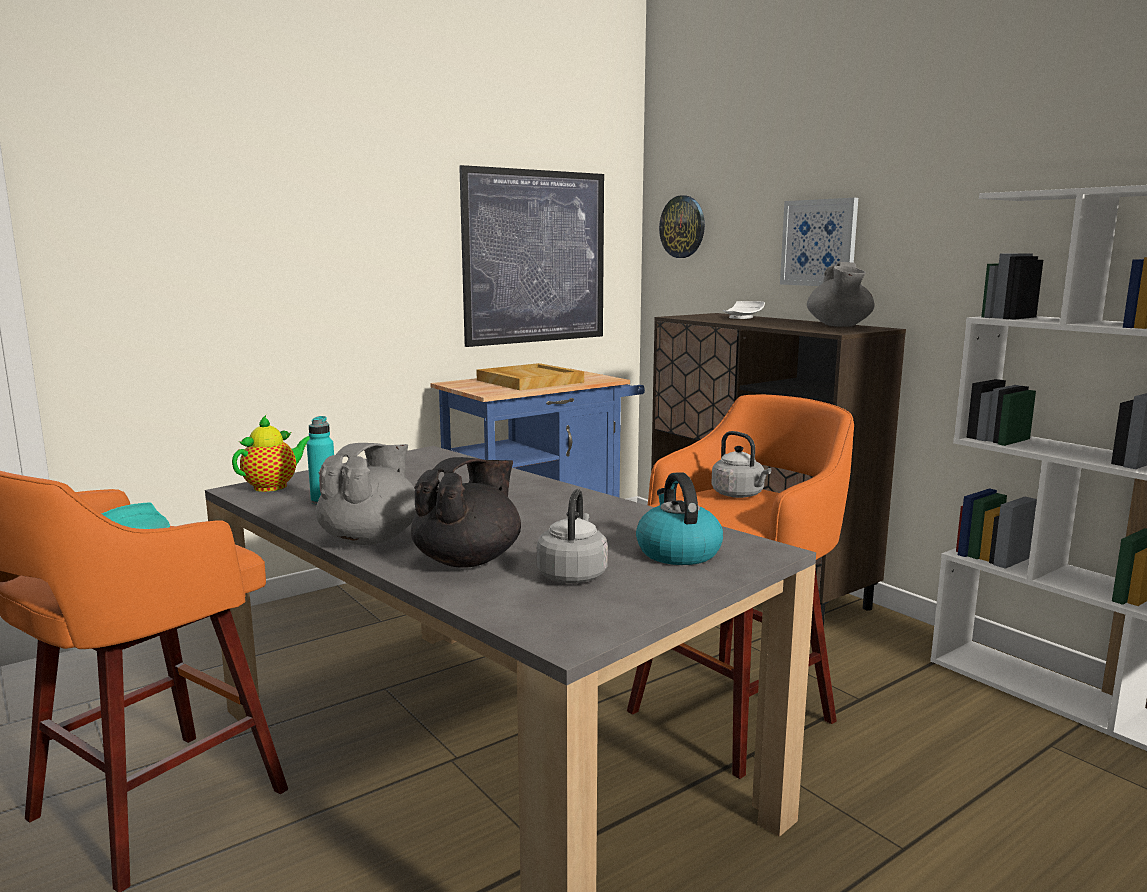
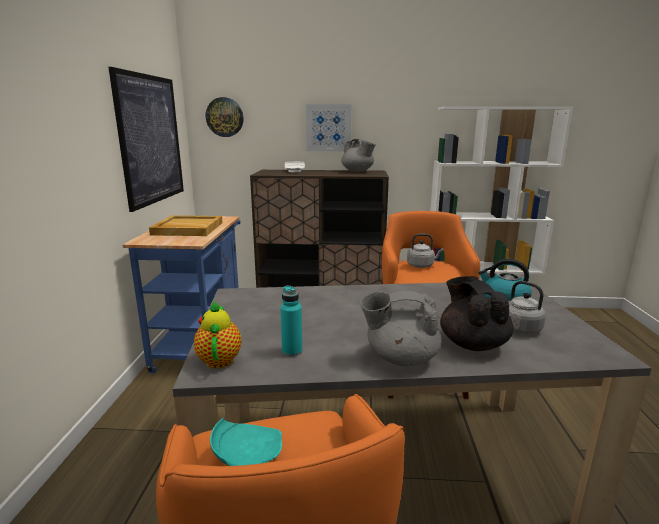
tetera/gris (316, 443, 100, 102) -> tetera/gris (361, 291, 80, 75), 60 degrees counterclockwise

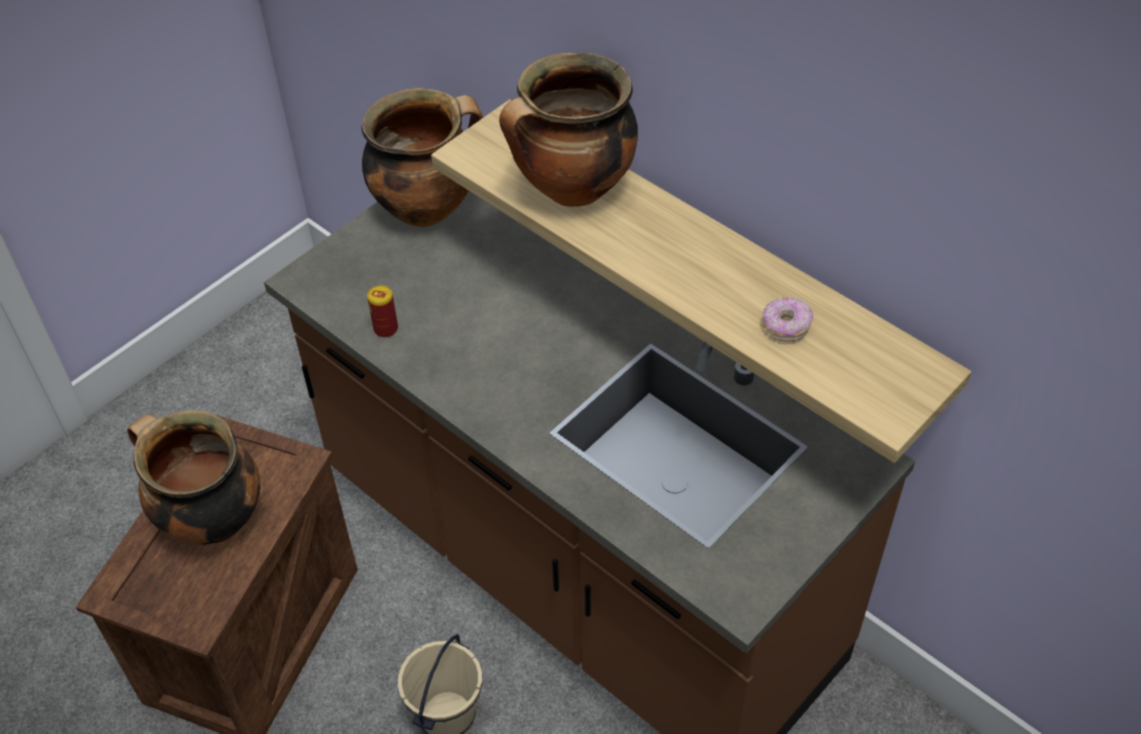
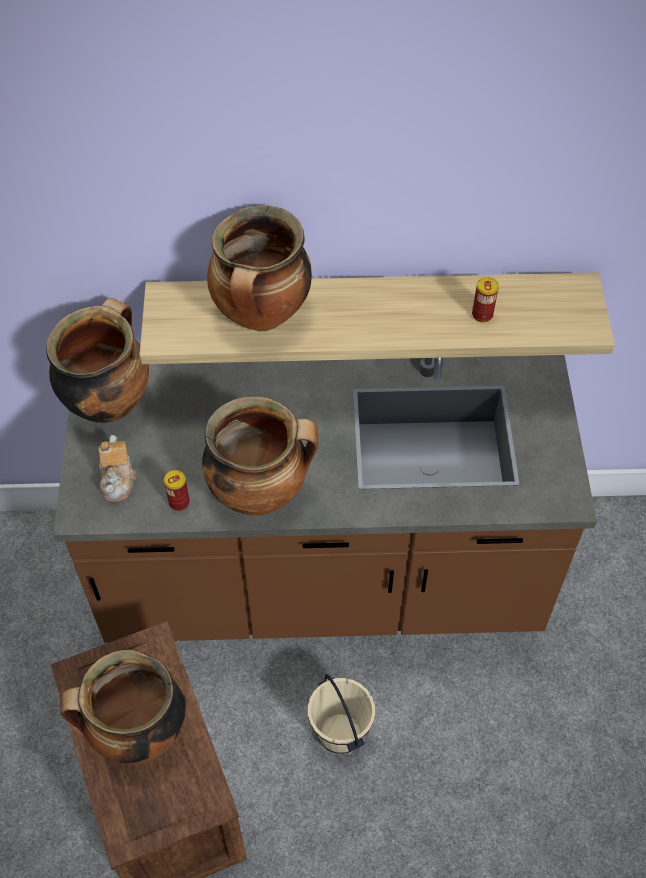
none -> tetera (98, 435, 38, 67)
none -> olla (202, 396, 116, 120)
rosquilla (763, 297, 50, 45) -> lata (472, 277, 27, 45)

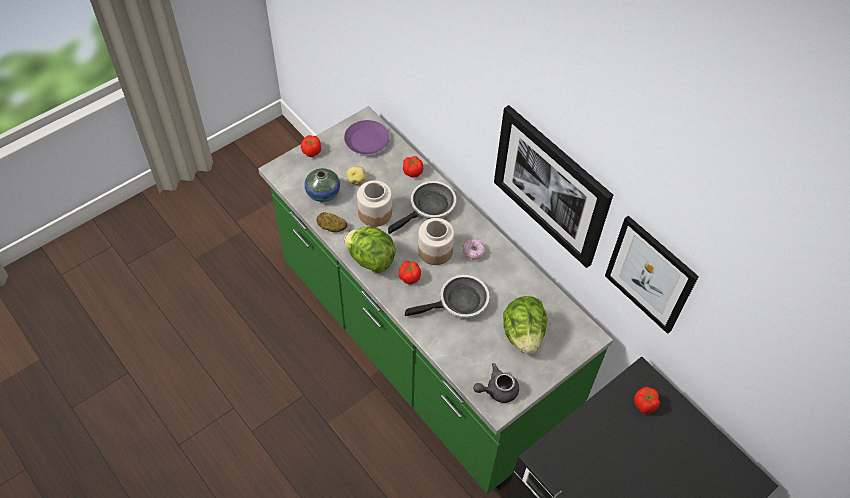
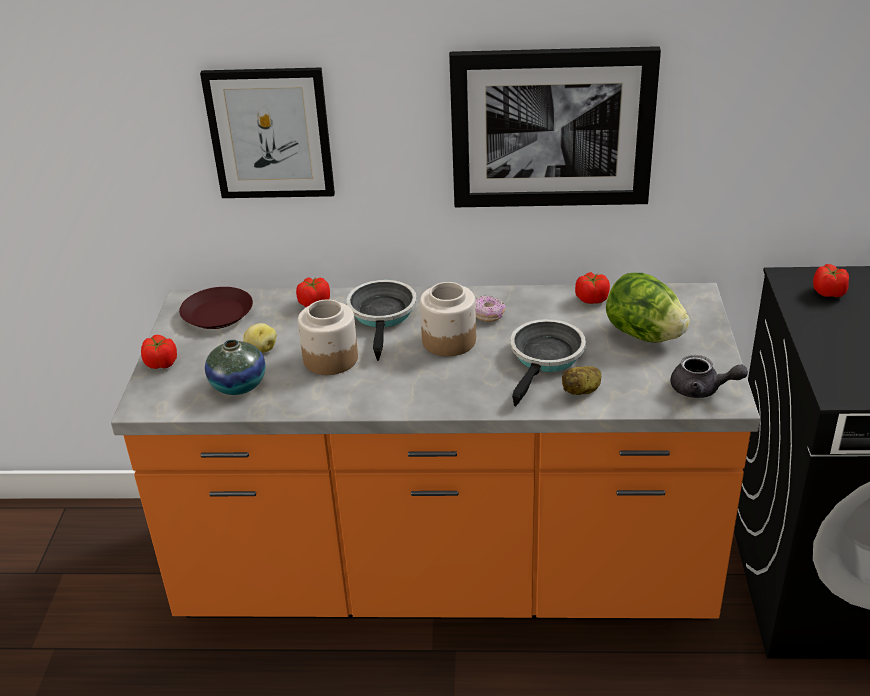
lechuga (344, 226, 52, 47) -> none
patata (317, 212, 30, 20) -> patata (562, 366, 39, 29), move
tomate (399, 261, 22, 24) -> tomate (575, 272, 35, 32), move
cuadro (605, 216, 94, 118) -> cuadro (200, 68, 135, 130), move
mueble bajo de cocina/verde (258, 106, 355, 388) -> mueble bajo de cocina/naranja (111, 283, 649, 337)
plato/morado (344, 120, 46, 34) -> plato/marrón (179, 287, 74, 42)
tetera/gris (473, 363, 46, 40) -> tetera/gris (671, 355, 77, 43), 90 degrees counterclockwise

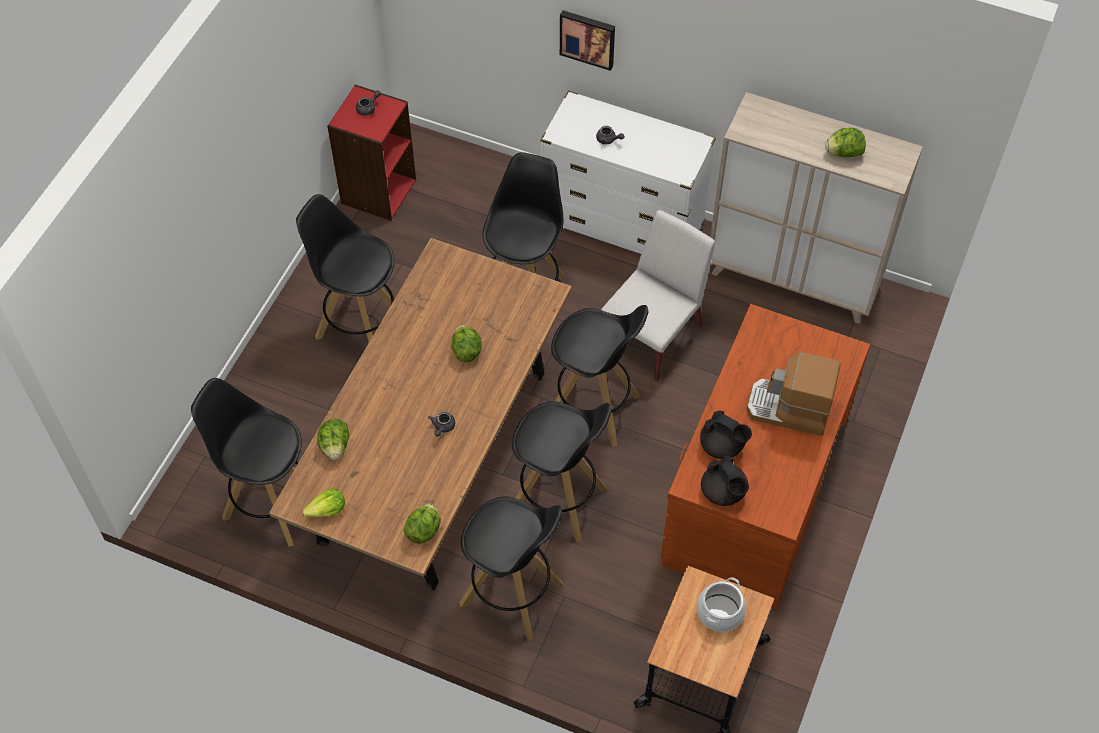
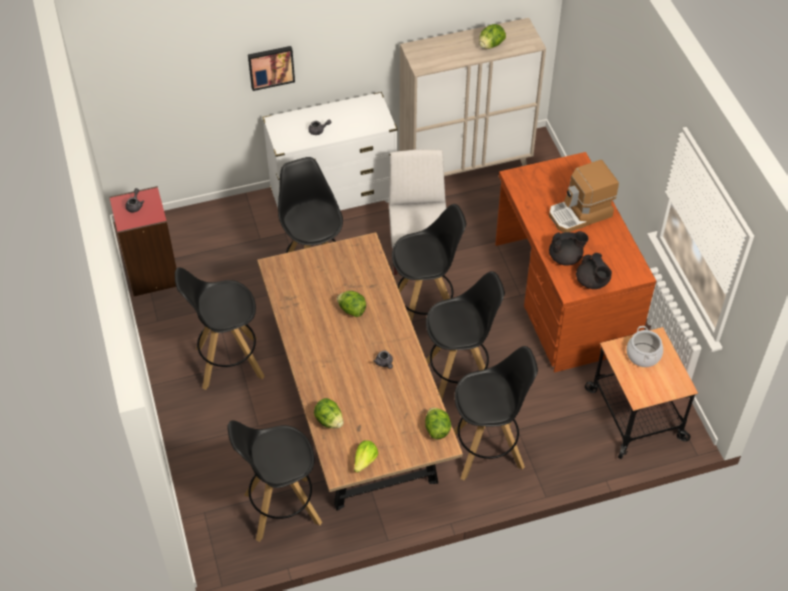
tetera/negro (701, 456, 48, 50) -> tetera/negro (576, 253, 36, 36), 45 degrees clockwise

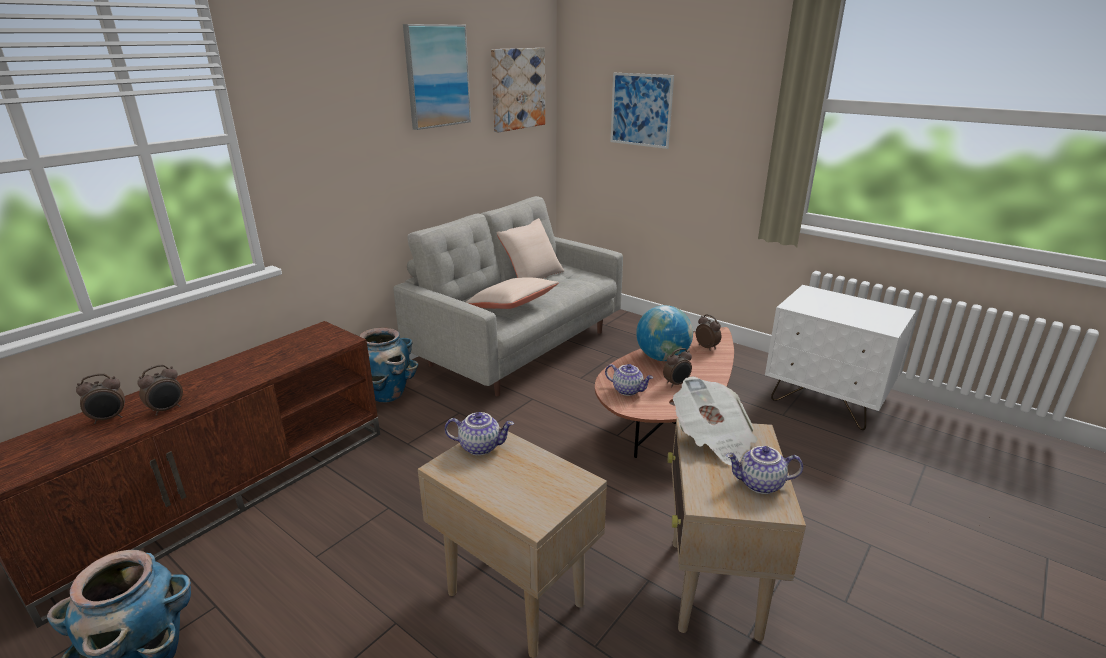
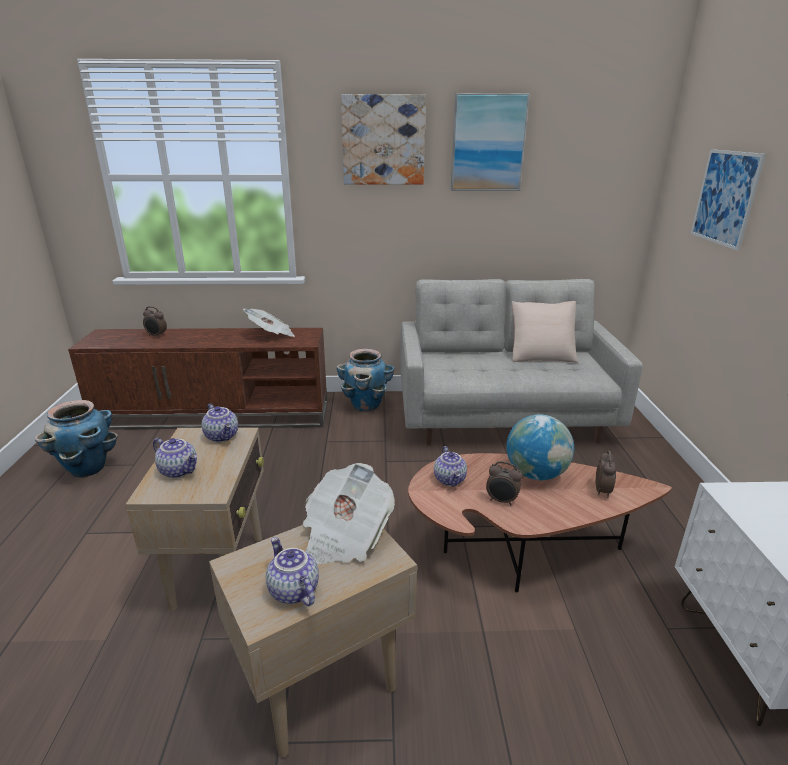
despertador (137, 365, 46, 51) -> none
cojín/beis (466, 277, 93, 32) -> none
none -> tetera (153, 438, 44, 40)
none -> periódico (243, 309, 52, 28)
cuadro (491, 48, 54, 84) -> cuadro (341, 94, 85, 91), move

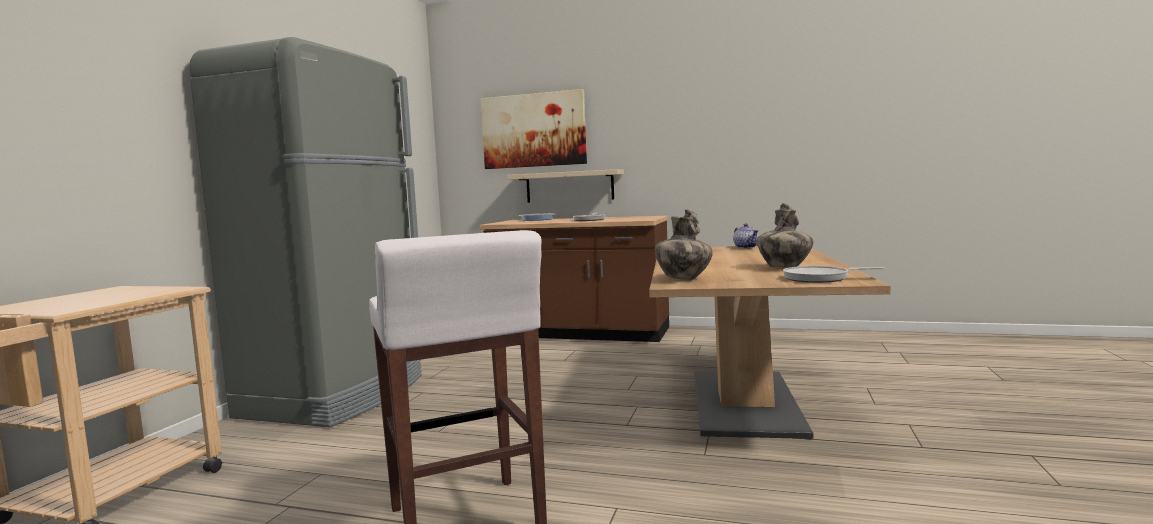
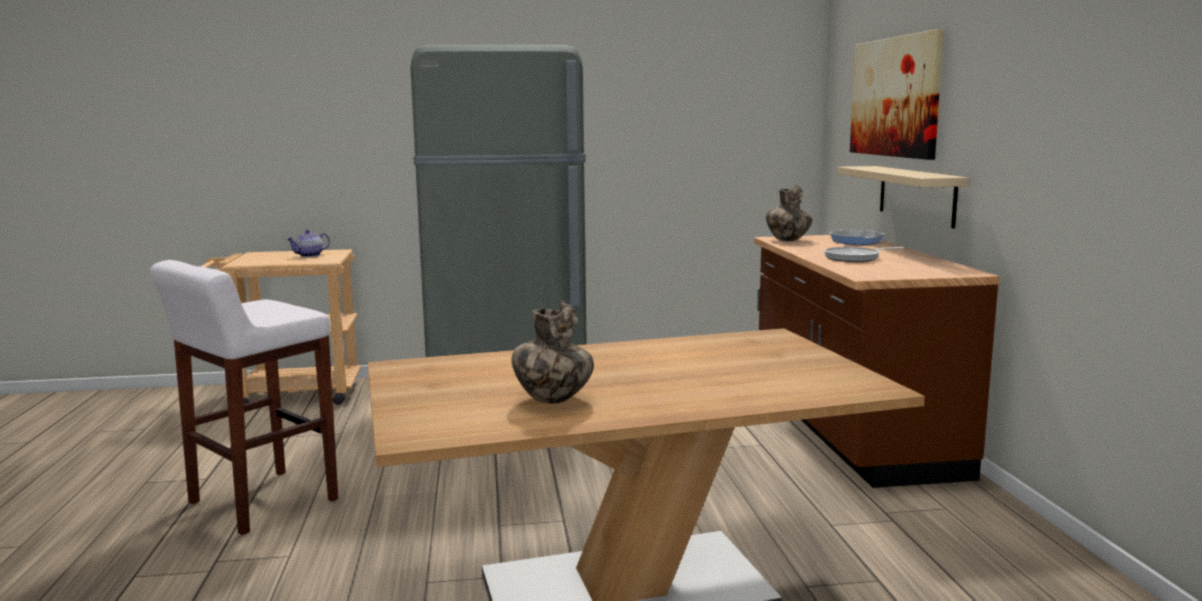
sartén (783, 266, 102, 17) -> none
florero (655, 209, 58, 71) -> florero (766, 184, 47, 57), move
tetera (733, 224, 26, 25) -> tetera (287, 230, 43, 27), move

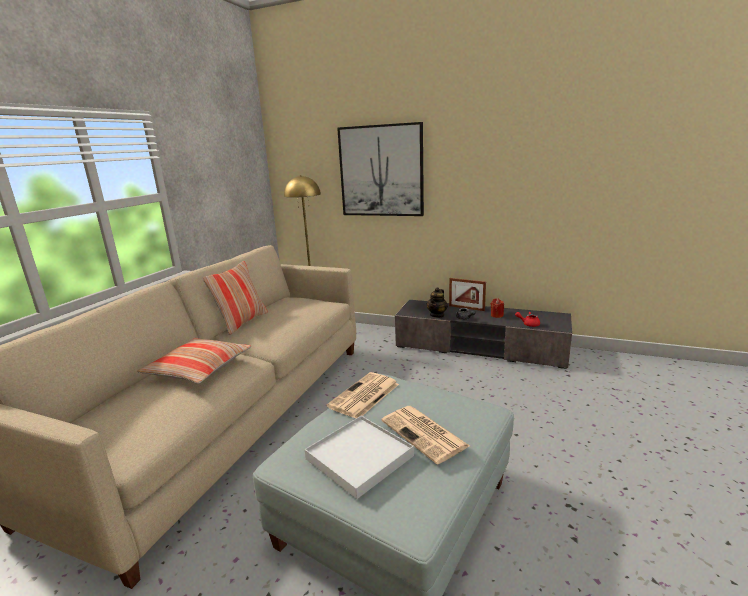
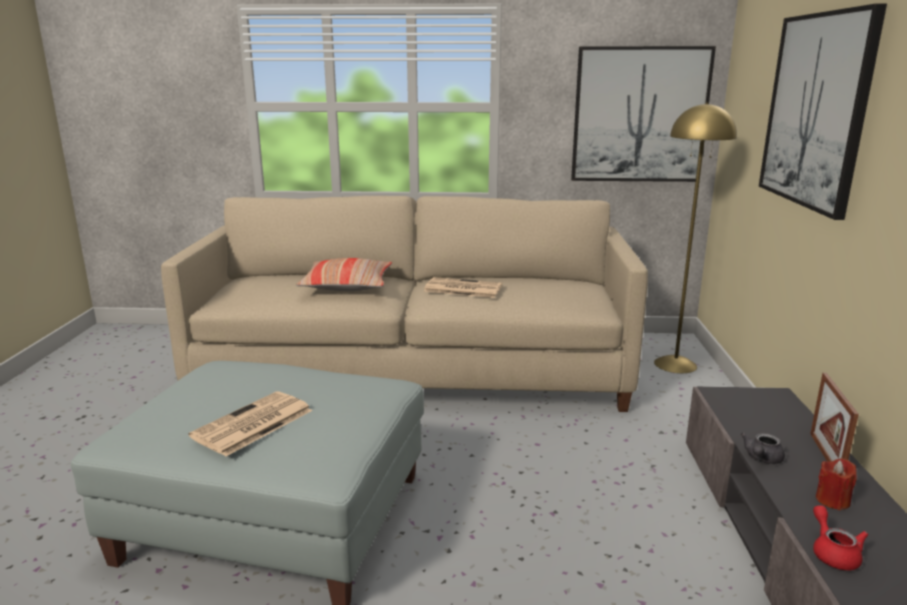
cojín (203, 261, 65, 74) -> none
bandeja/blanco (304, 416, 110, 83) -> none
tetera (426, 287, 22, 31) -> none
none -> cuadro (571, 46, 145, 136)
periódico (327, 372, 72, 46) -> periódico (423, 277, 79, 21), move

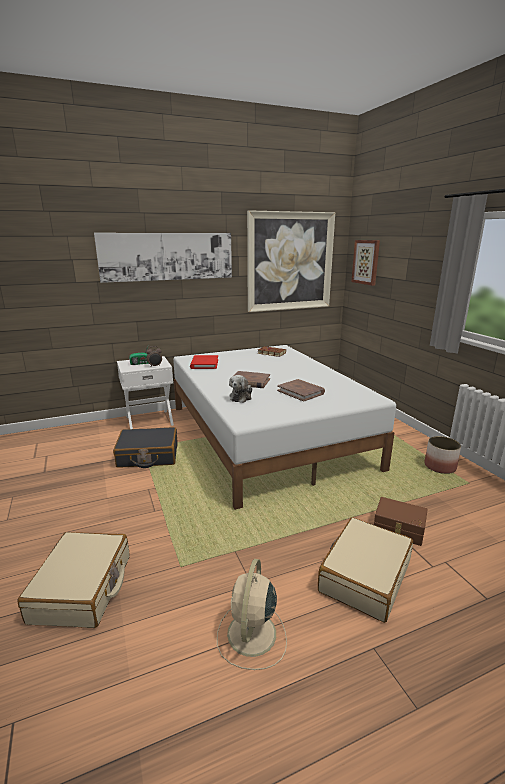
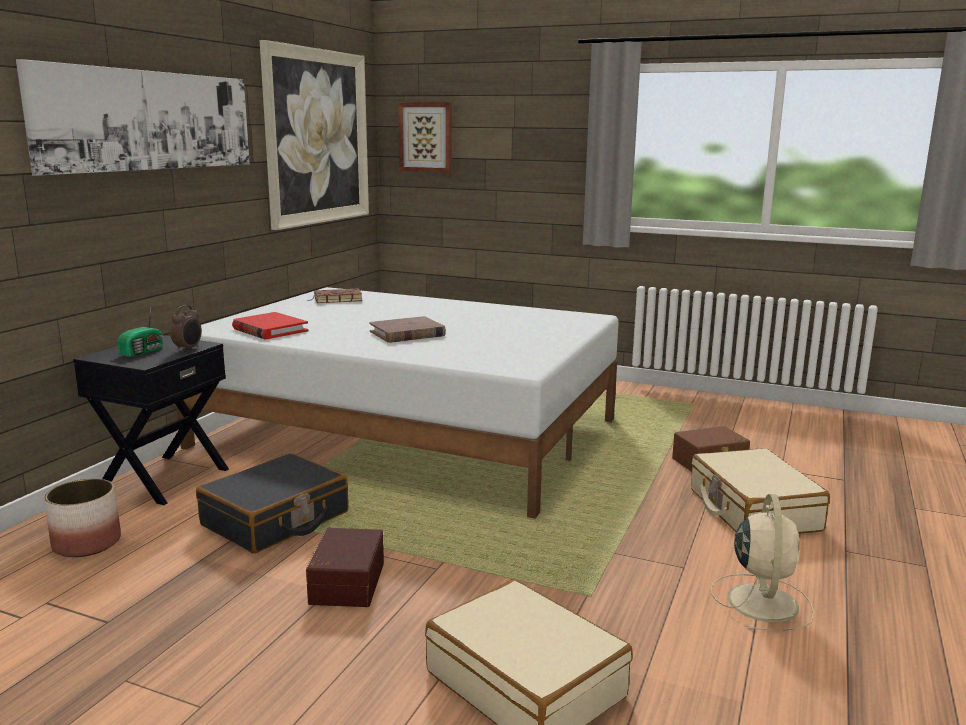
peluche (229, 375, 23, 28) -> none
libro/marrón (277, 379, 48, 23) -> none
none -> caja de almacenaje/marrón (306, 528, 78, 79)
maceta (424, 436, 37, 38) -> maceta (44, 479, 77, 78), move
mesita de noche/blanco (117, 356, 57, 73) -> mesita de noche/negro (73, 335, 156, 170)
ventilador/beis (217, 559, 70, 111) -> ventilador/beis (711, 494, 103, 137), 135 degrees counterclockwise

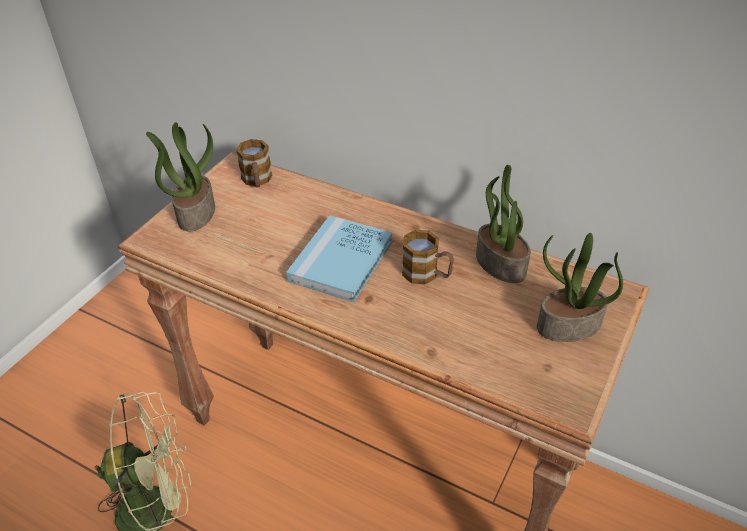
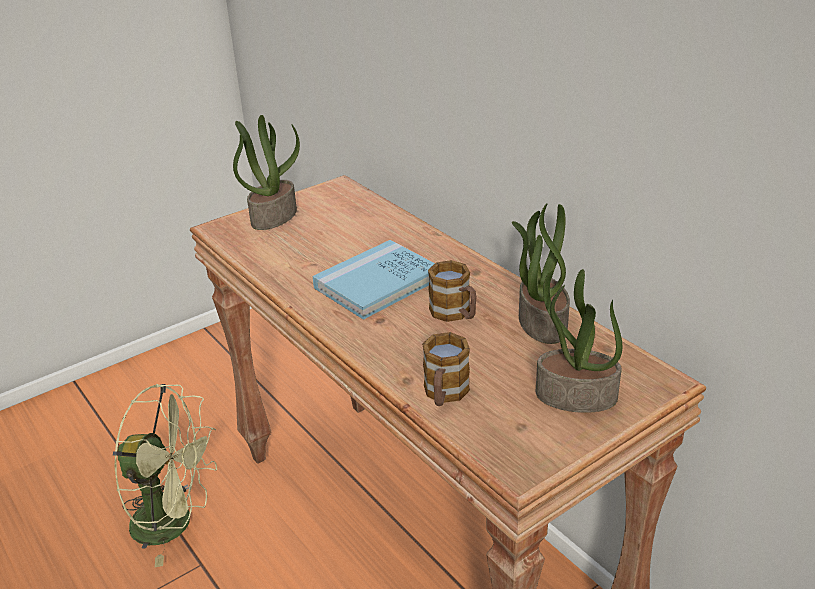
taza grande (236, 139, 36, 49) -> taza grande (422, 332, 48, 74), move

